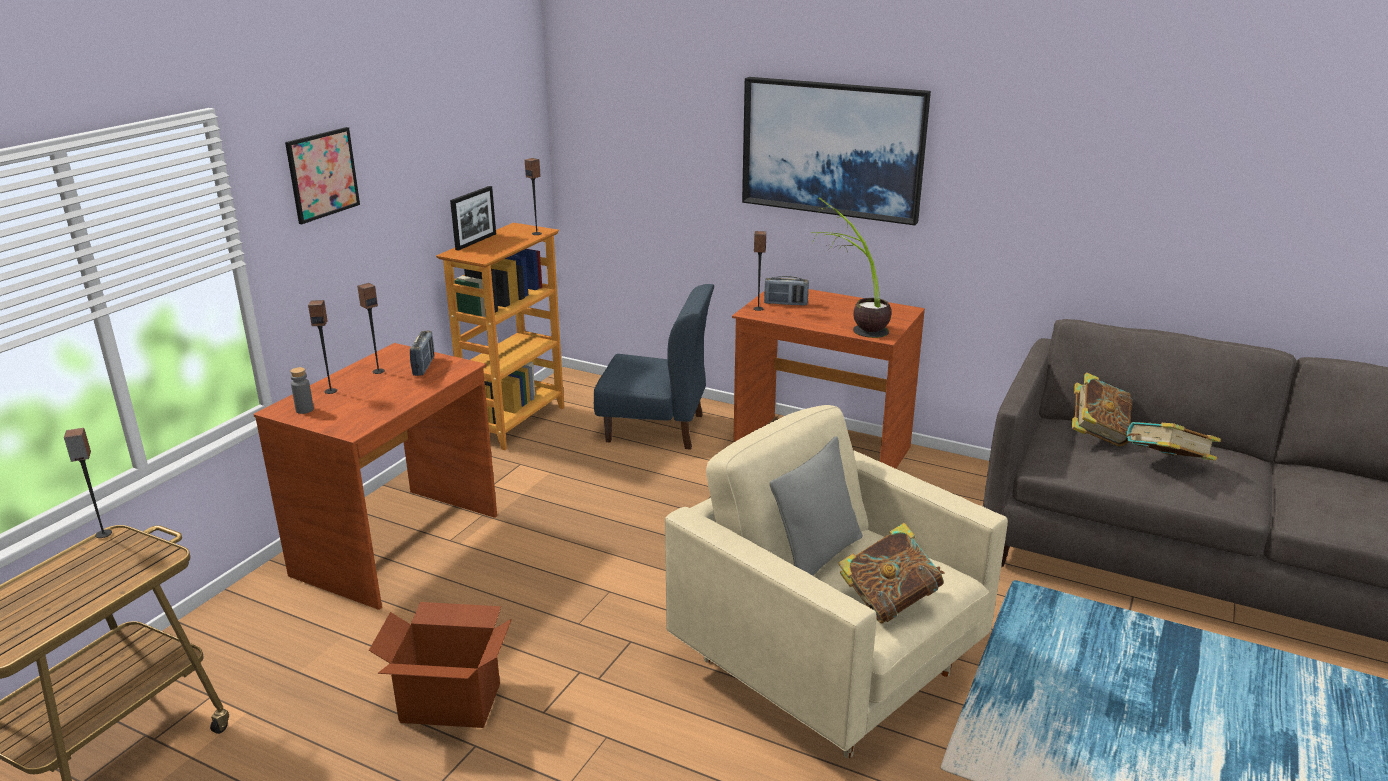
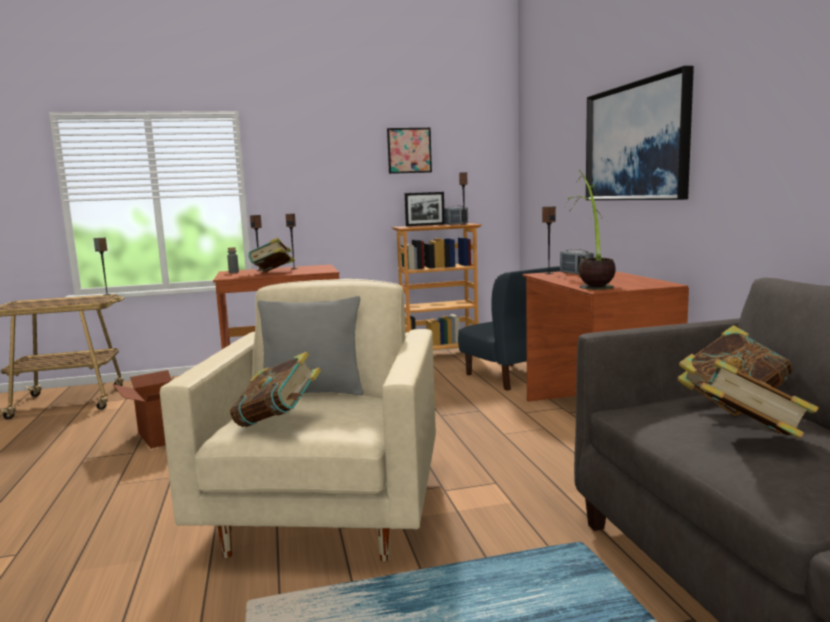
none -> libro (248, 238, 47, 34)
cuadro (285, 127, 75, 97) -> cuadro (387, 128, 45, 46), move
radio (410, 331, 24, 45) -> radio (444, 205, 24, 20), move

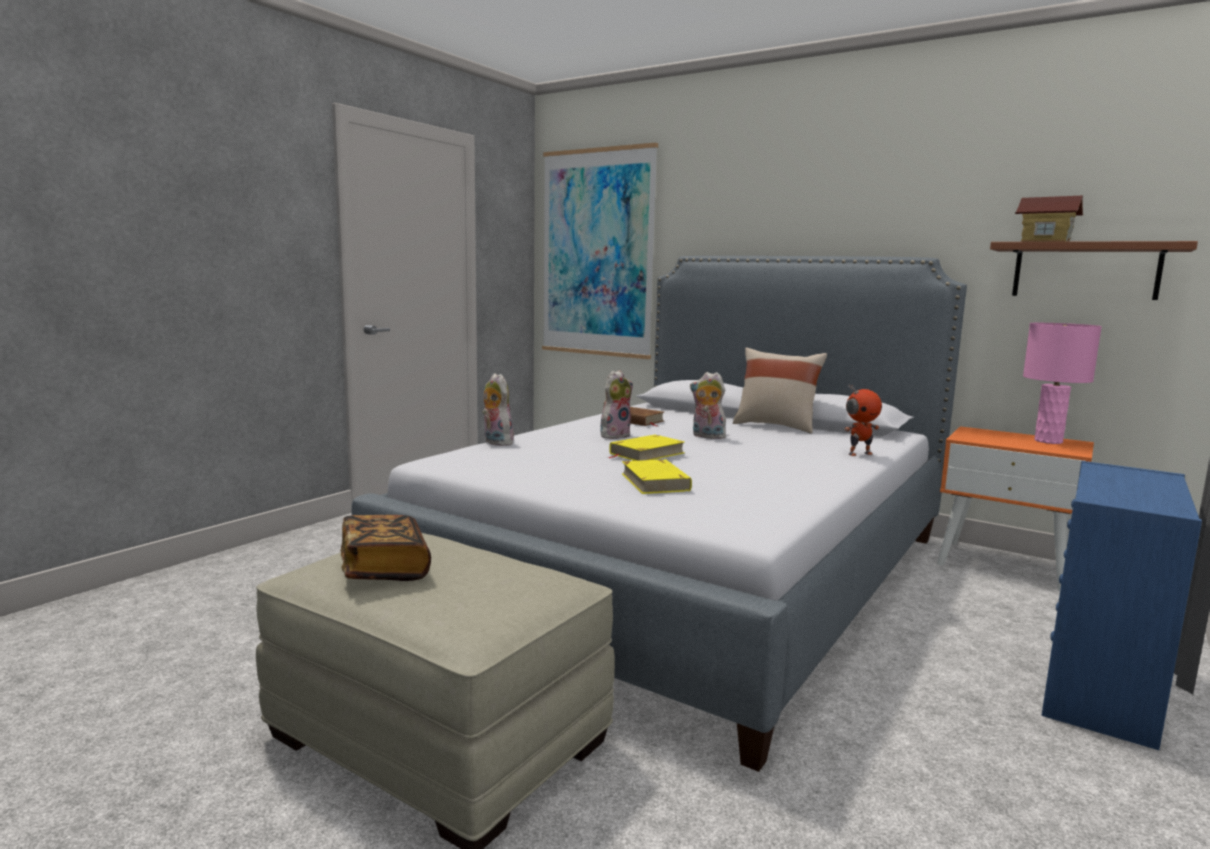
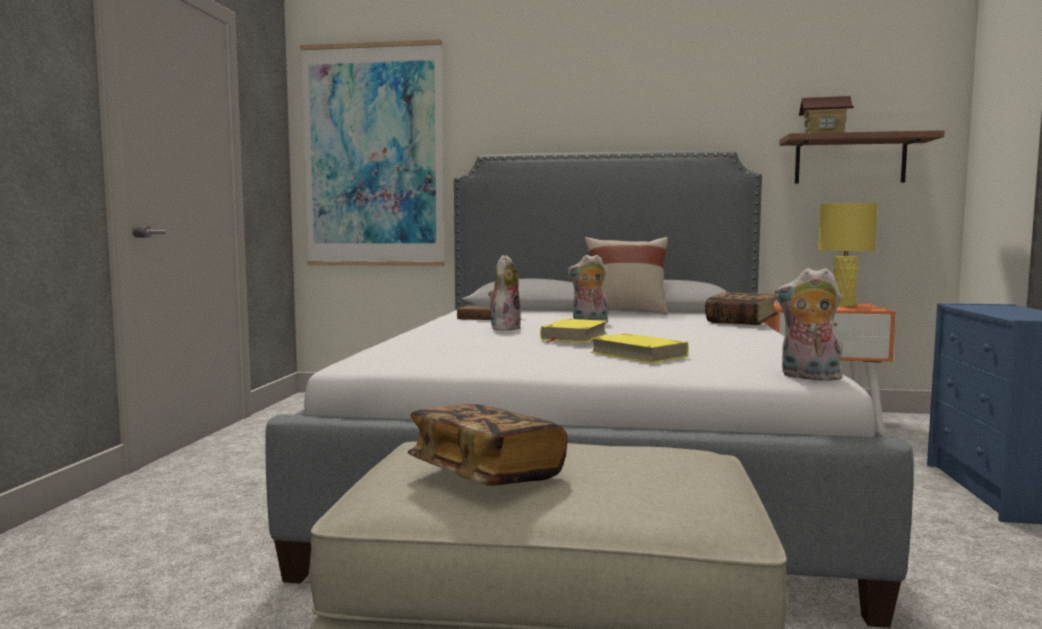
peluche (482, 373, 34, 73) -> peluche (775, 268, 69, 113), move
robot de juguete (844, 384, 38, 72) -> libro (705, 292, 73, 33)
lámpara de mesa/rosa (1023, 323, 79, 121) -> lámpara de mesa/amarillo (818, 203, 60, 103)

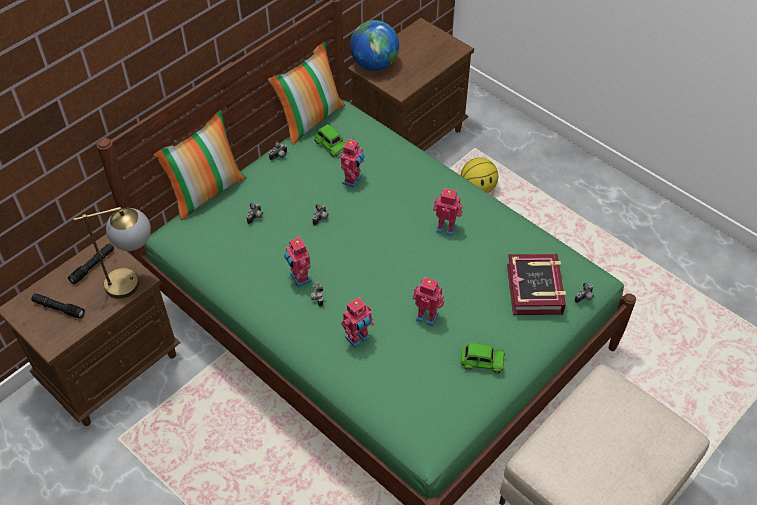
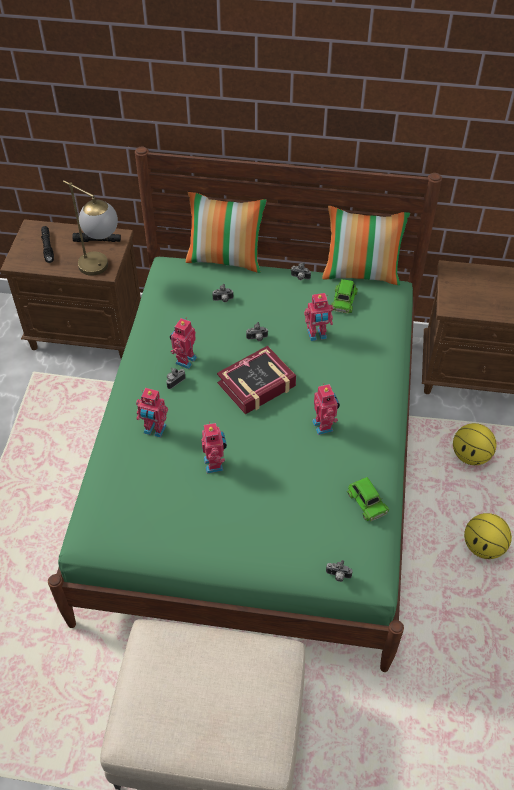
globo terráqueo (350, 20, 49, 51) -> none
none -> balón de baloncesto (464, 513, 48, 46)
coche de juguete/verde (460, 343, 46, 31) -> coche de juguete/verde (347, 477, 42, 45), move
libro (507, 254, 59, 61) -> libro (217, 346, 79, 68), move

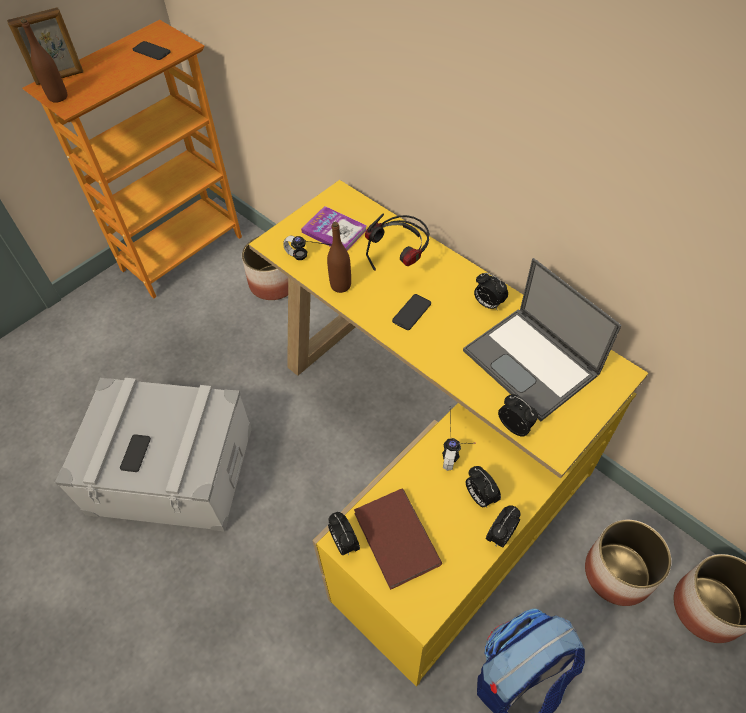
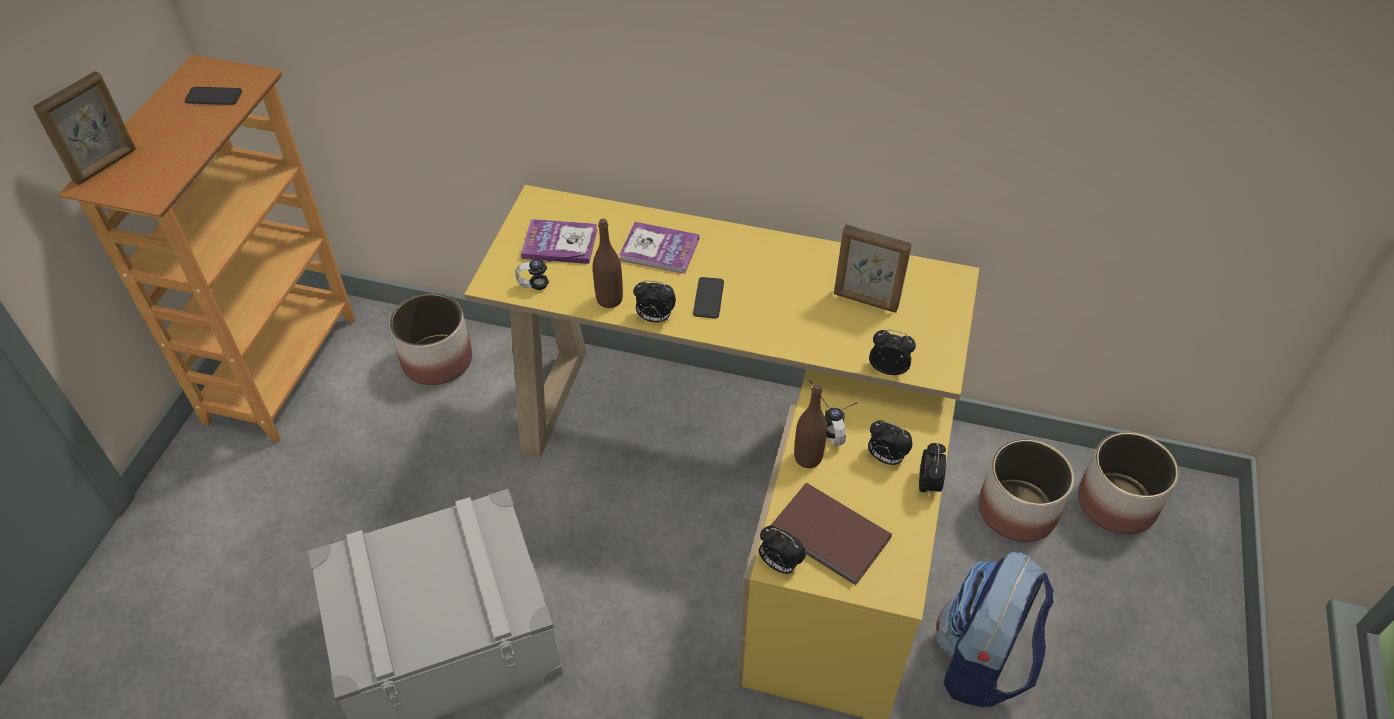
móvil (120, 434, 31, 38) -> none
botella/marrón (21, 19, 46, 84) -> botella/marrón (794, 383, 33, 85), move
despertador (474, 273, 34, 36) -> despertador (633, 280, 43, 42), move
auriculares (365, 214, 64, 57) -> libro (619, 222, 80, 52)
portátil (463, 258, 159, 163) -> portarretratos (834, 225, 78, 88)

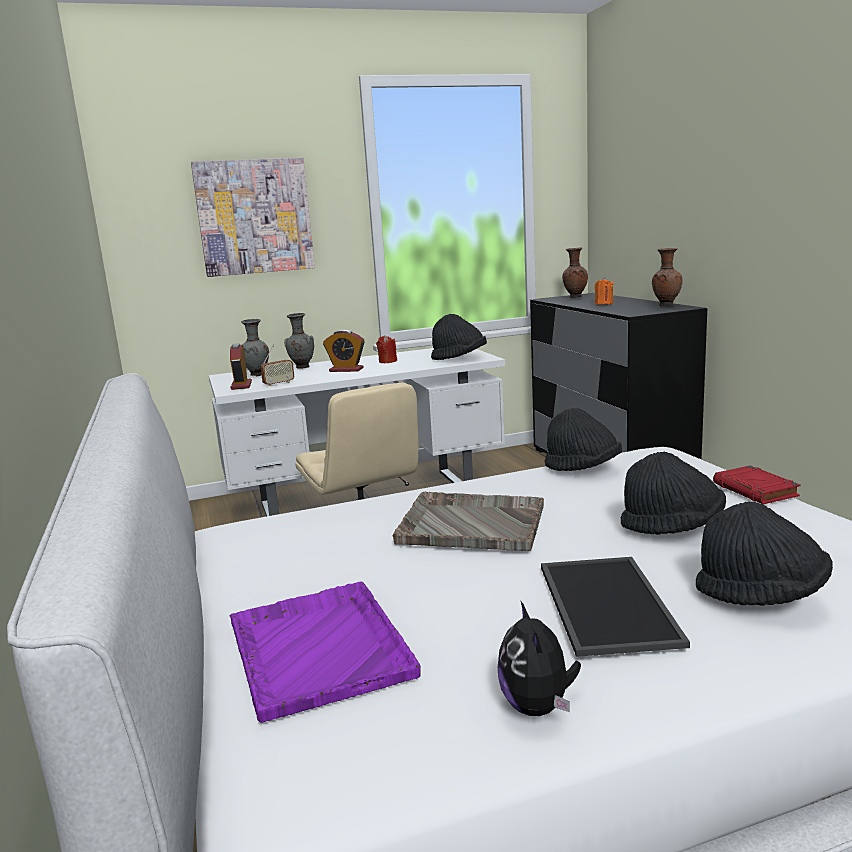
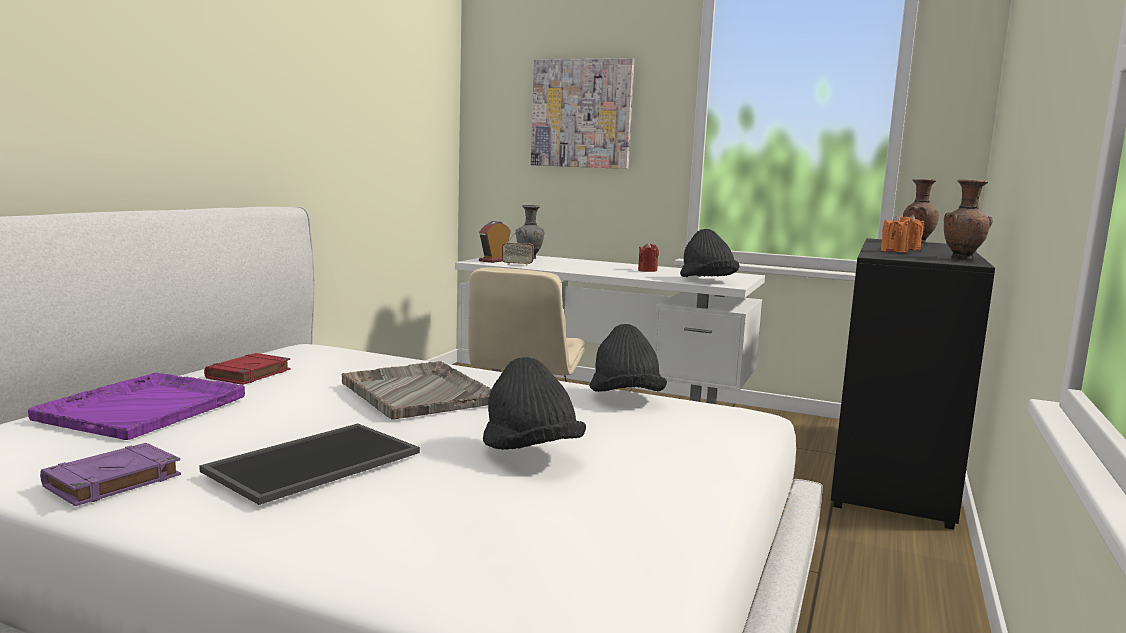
florero/gris (284, 313, 30, 56) -> none
despertador (323, 330, 42, 42) -> none
sombrero/negro (696, 502, 137, 104) -> none
none -> vela/naranja (881, 215, 29, 37)
libro/rojo (713, 465, 88, 39) -> libro/rojo (204, 353, 86, 32), move
peluche (498, 600, 83, 116) -> libro/morado (40, 443, 141, 63)

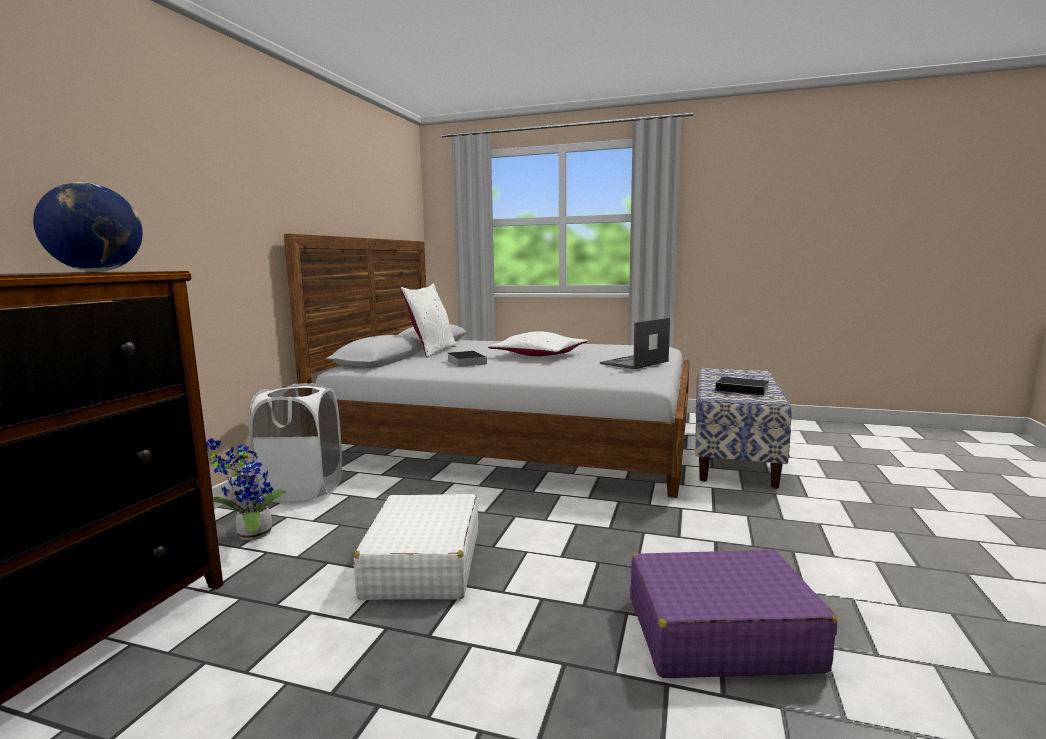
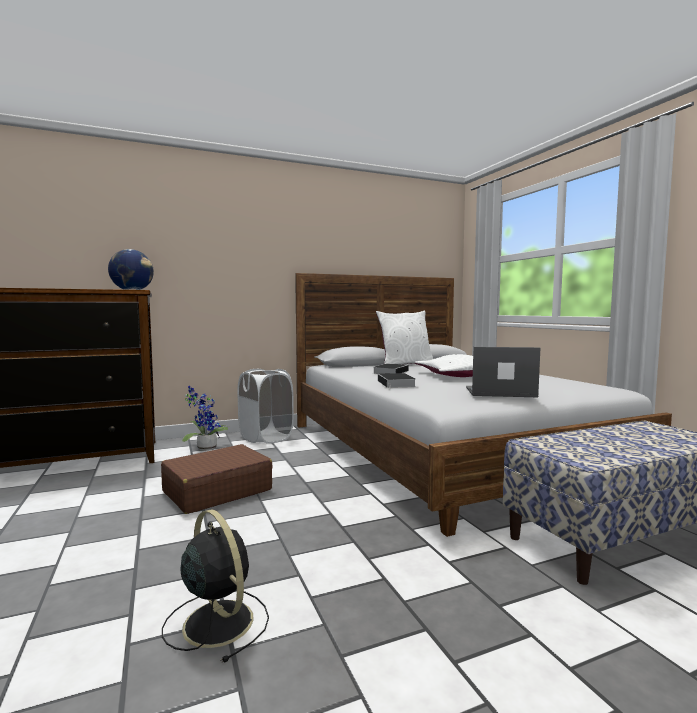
libro (715, 377, 57, 19) -> libro (378, 373, 38, 16), move
maleta/morado (631, 550, 206, 128) -> ventilador/negro (162, 509, 107, 154)
maleta/blanco (354, 494, 124, 106) -> maleta/marrón (161, 444, 112, 70)

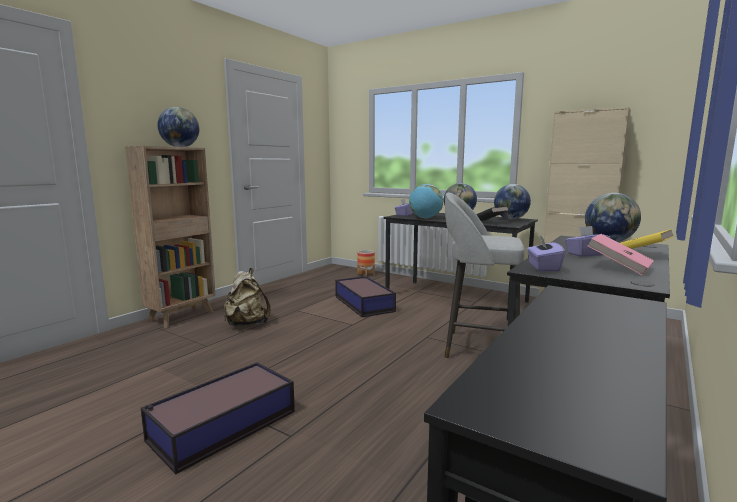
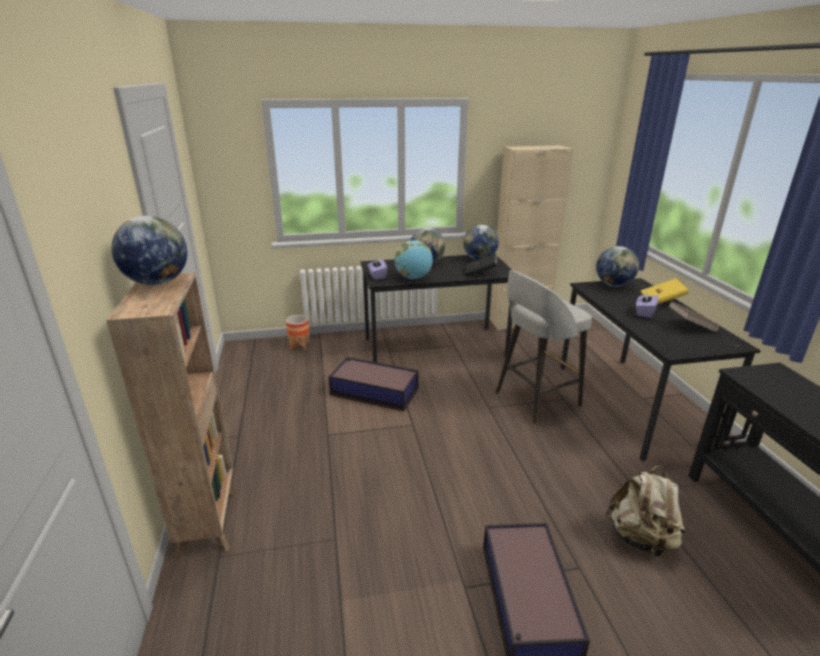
caja de pañuelos/morado (527, 236, 38, 36) -> none
mochila/beis (224, 268, 47, 58) -> mochila/beis (605, 466, 80, 92), move
libro/rosa (587, 234, 67, 41) -> libro/marrón (668, 302, 53, 31)

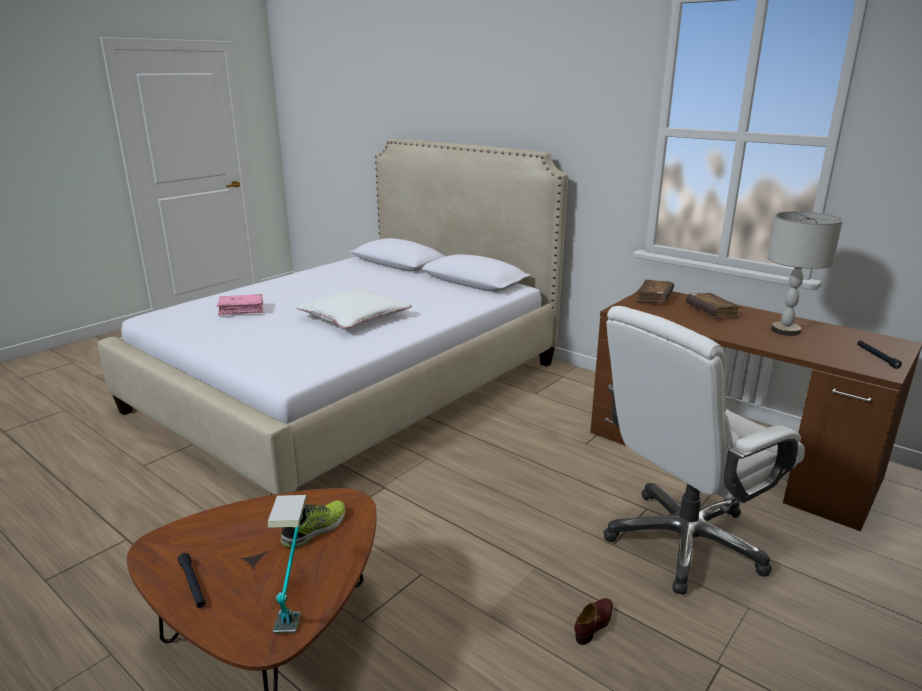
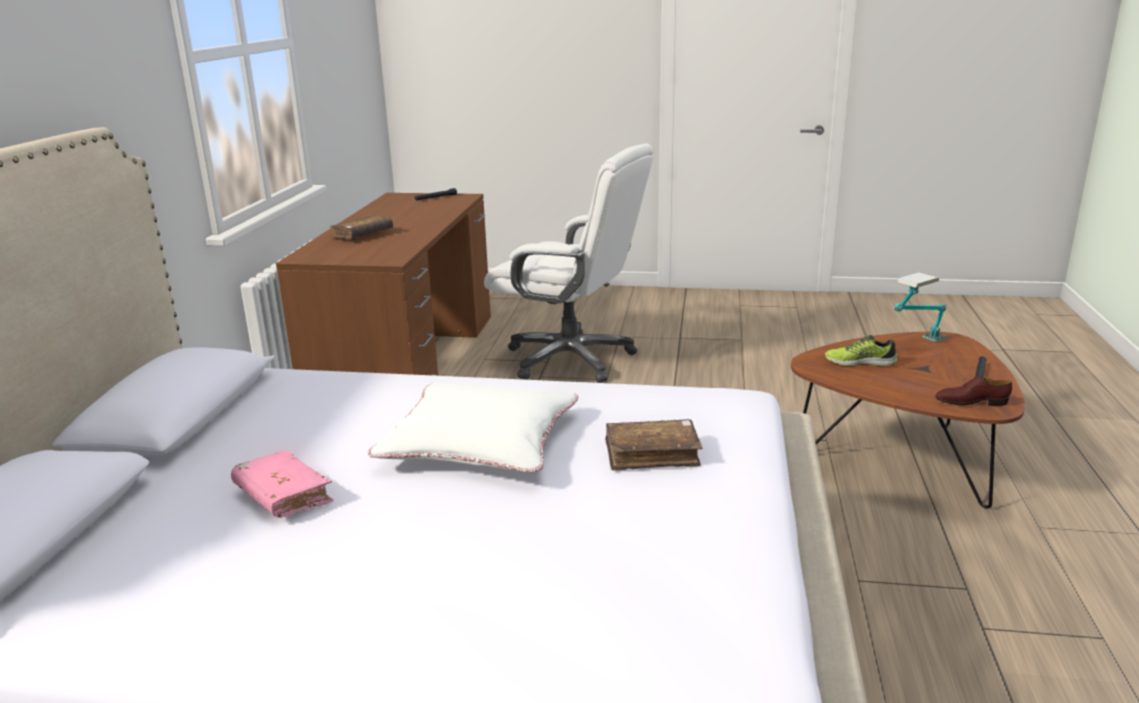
lámpara de mesa/gris (767, 211, 76, 125) -> none
libro/rosa (217, 294, 46, 22) -> libro/rosa (231, 450, 103, 68), move
zapato/marrón (574, 598, 39, 47) -> zapato/marrón (935, 376, 77, 30), move
libro/marrón (635, 280, 39, 23) -> libro/marrón (605, 419, 98, 51), move

